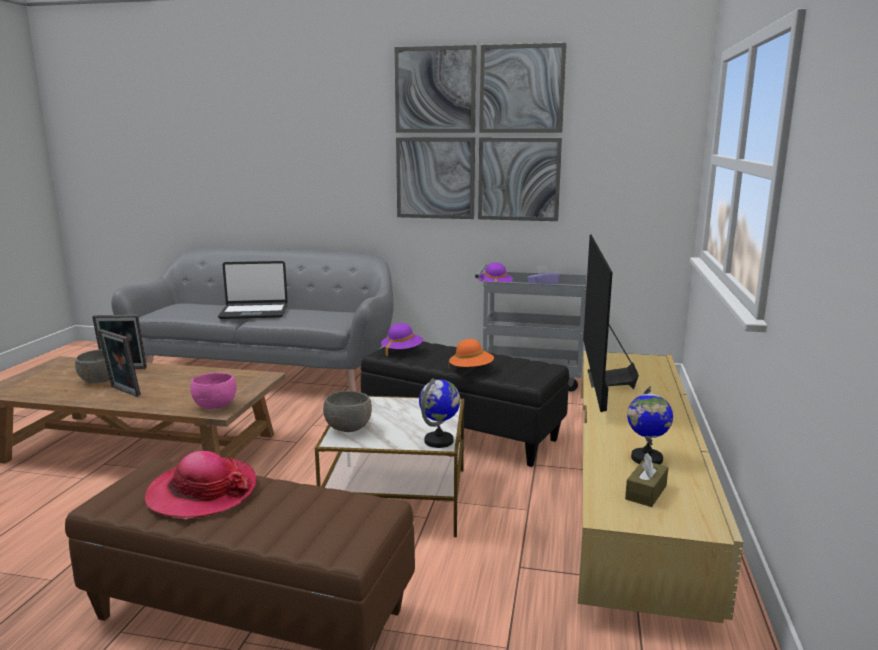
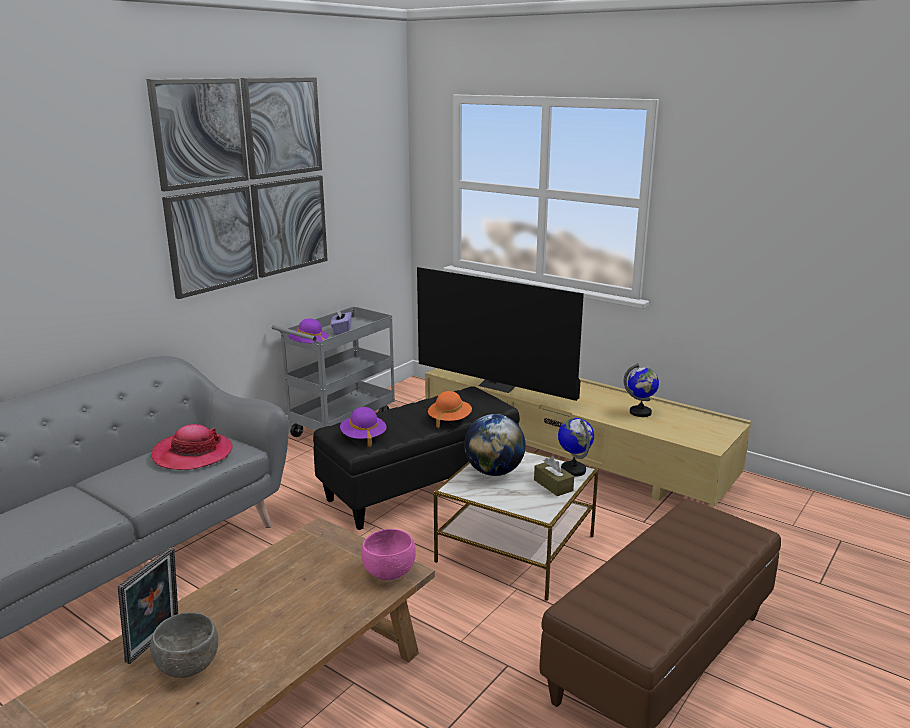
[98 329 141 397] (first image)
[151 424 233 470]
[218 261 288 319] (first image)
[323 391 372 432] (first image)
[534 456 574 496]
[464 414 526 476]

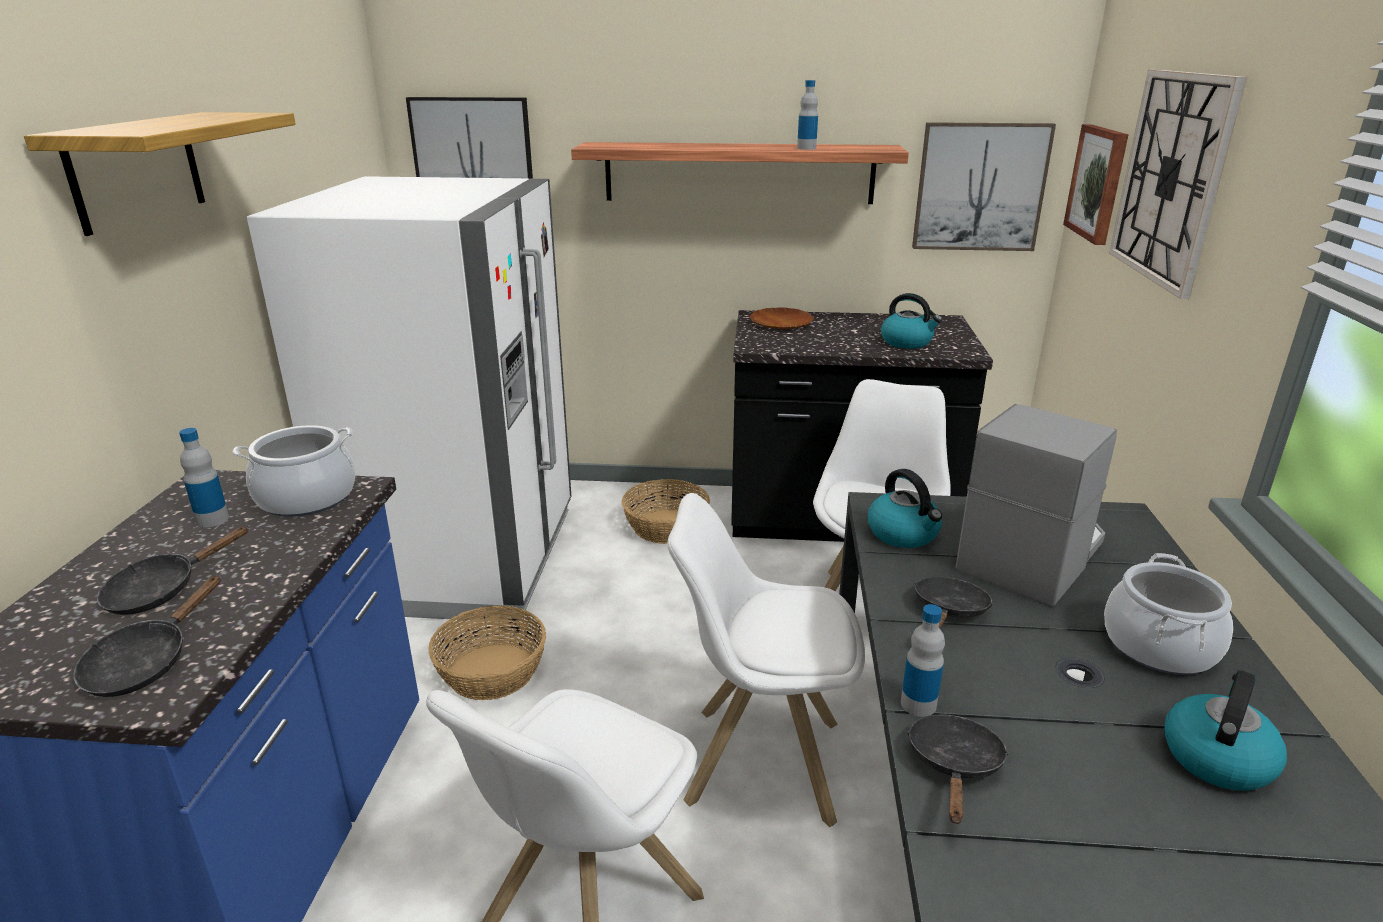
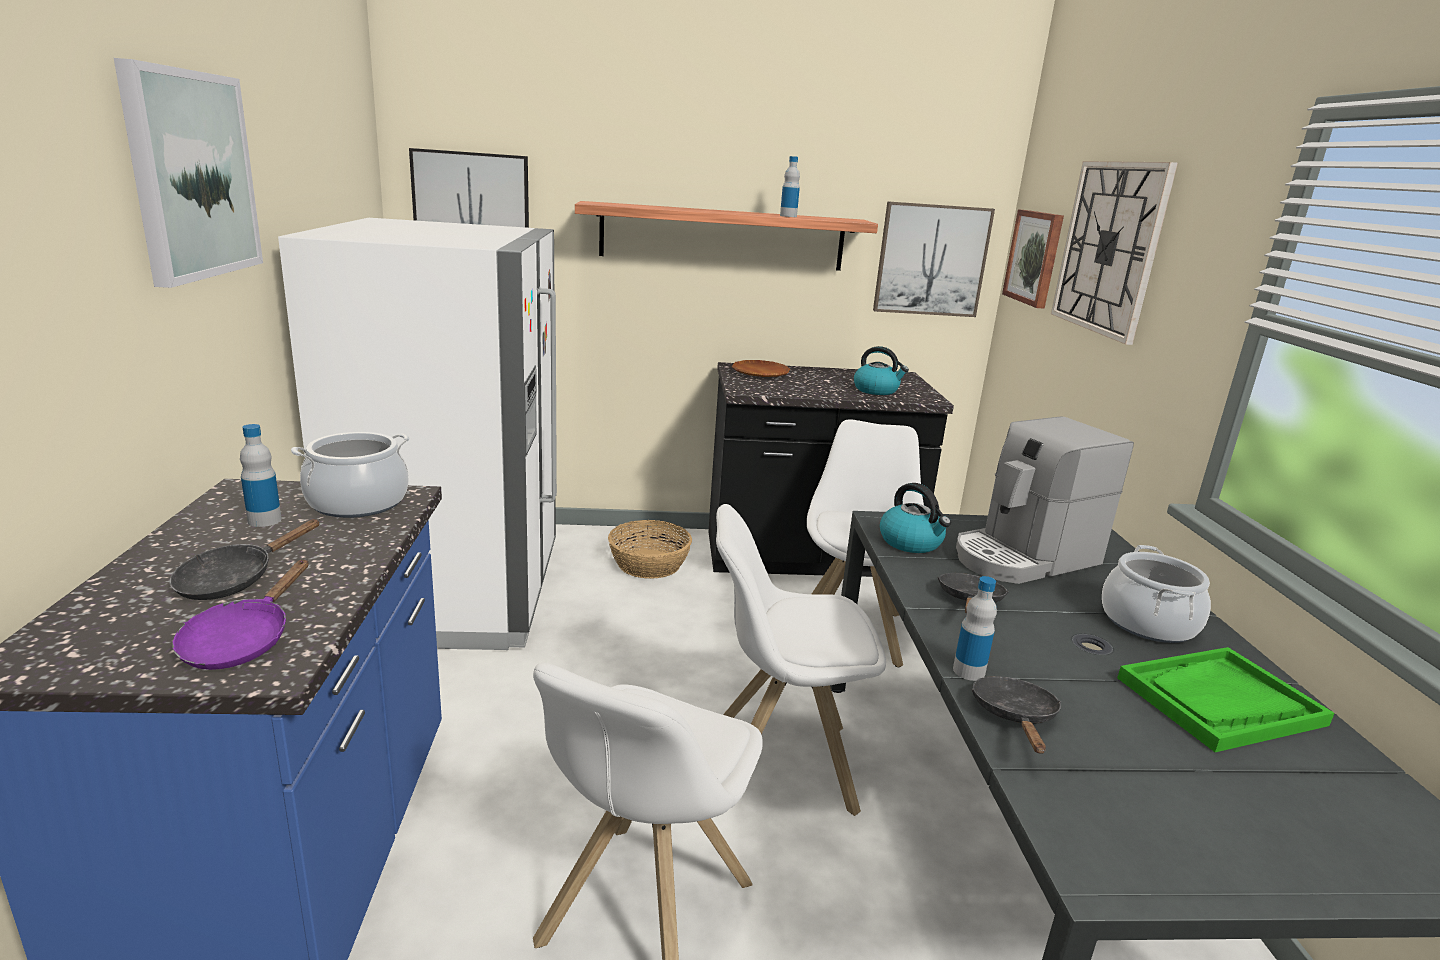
[114 58 263 288]
[173 559 309 670]
[429 606 546 700] (first image)
[956 416 1134 584]
[1117 647 1335 752]

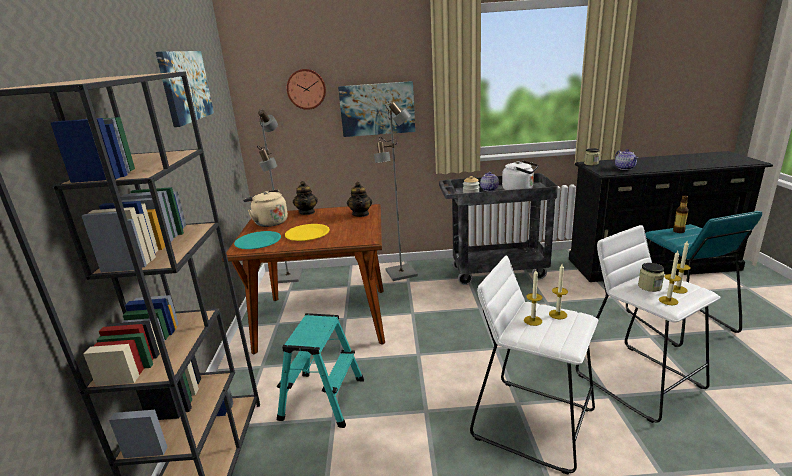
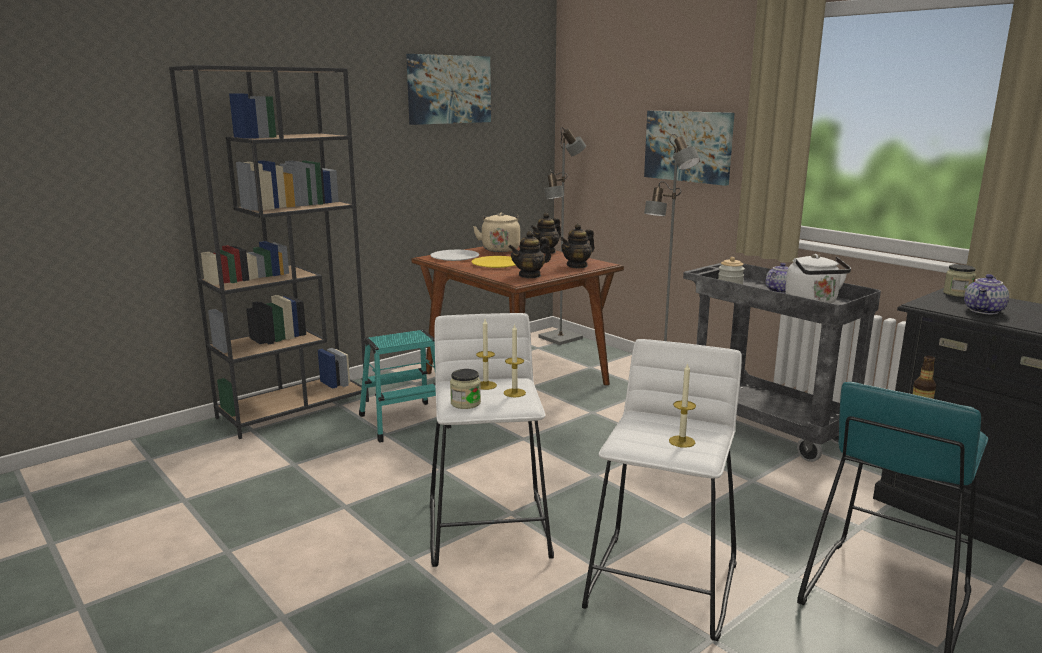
[431 250 479 261]
[287 69 326 110] (first image)
[450 369 481 409]
[659 251 682 305] (first image)
[509 231 551 278]

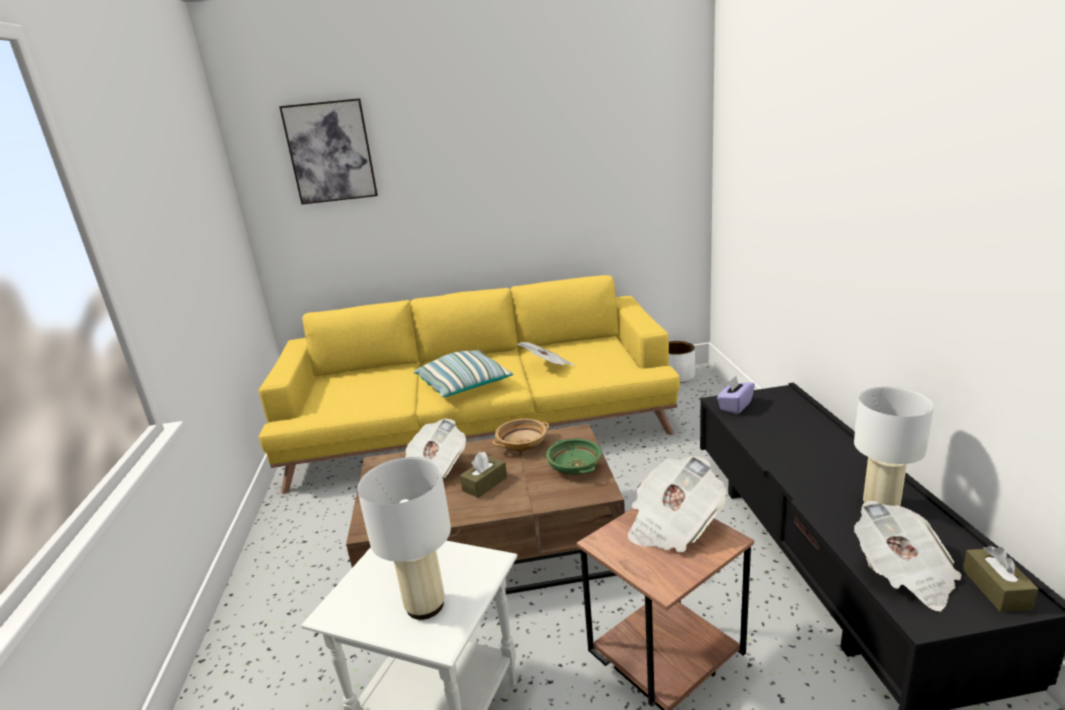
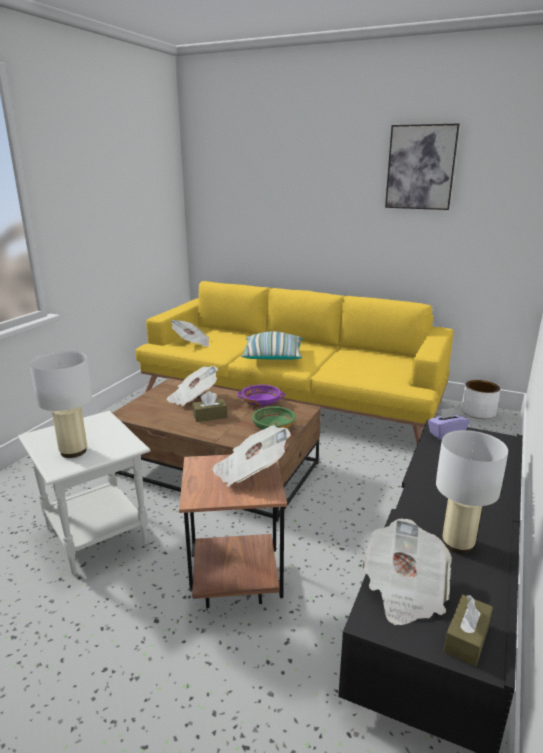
[385 124 460 210]
[237 384 285 408]
[171 320 210 347]

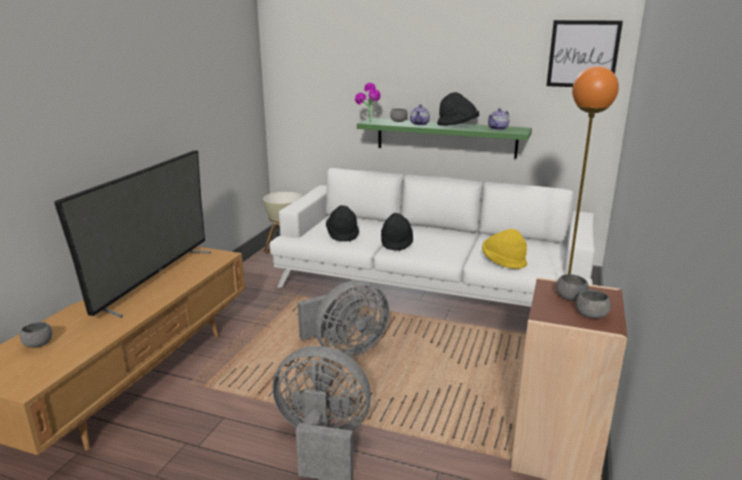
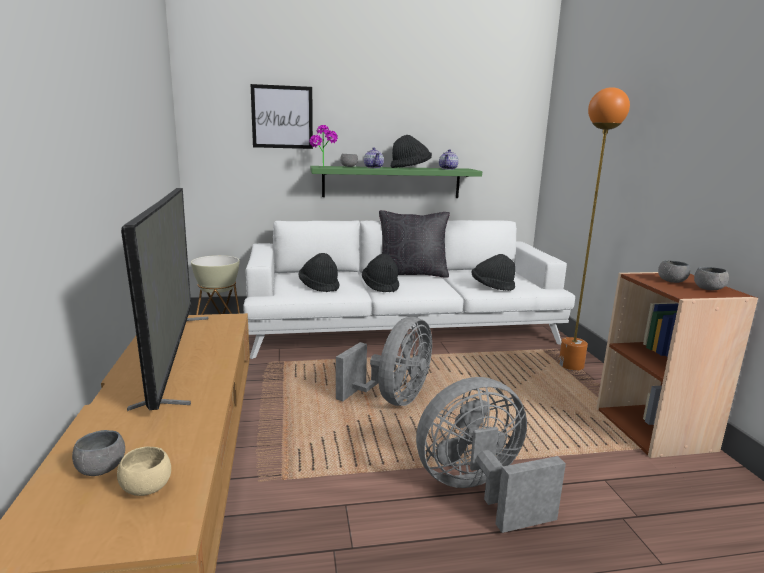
[472 254 515 291]
[250 84 313 149]
[117 447 171 496]
[379 210 450 278]

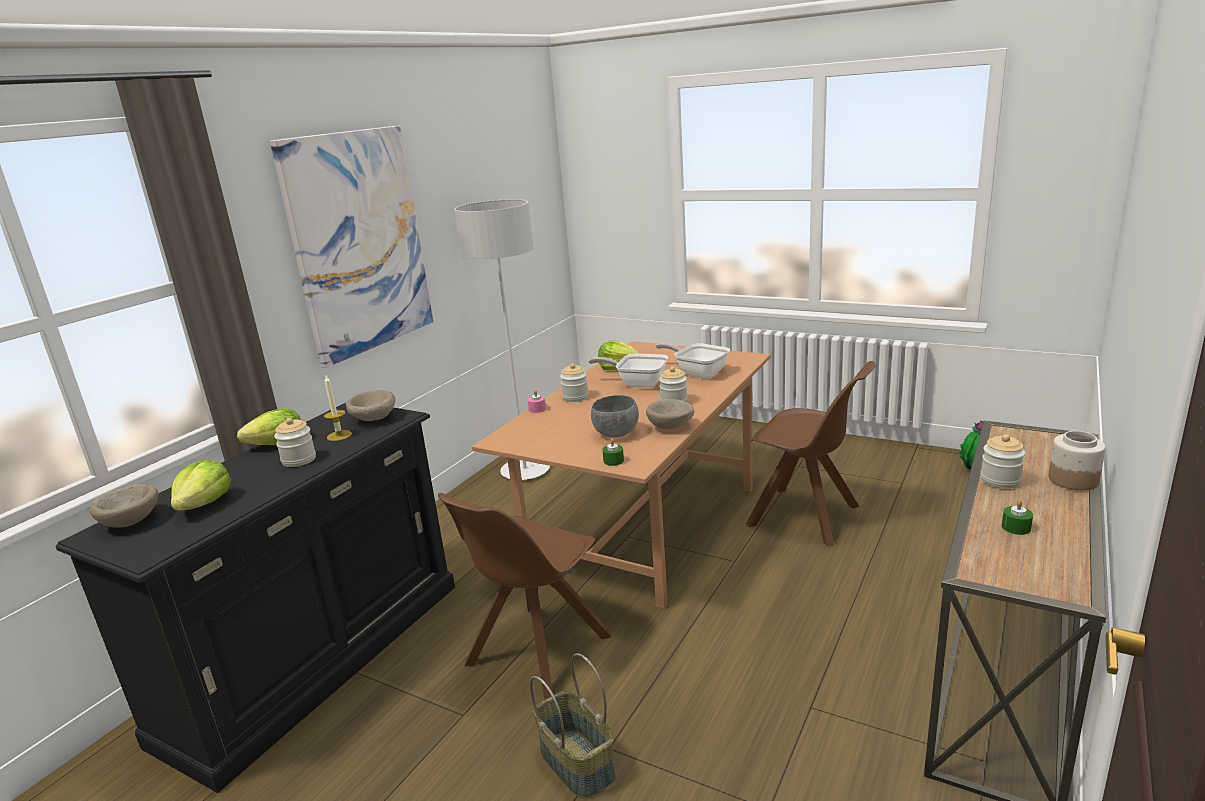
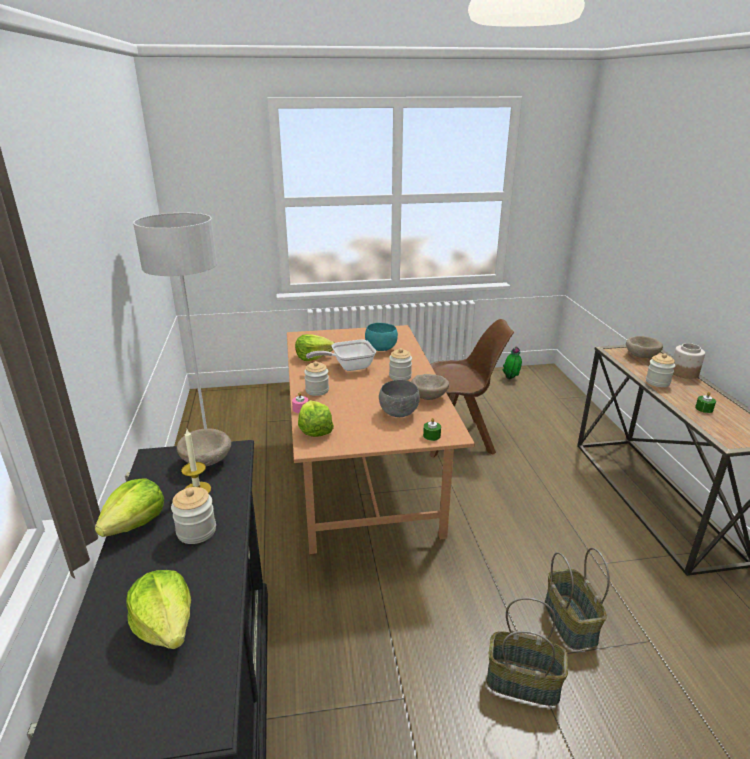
[626 336 663 358]
[270 125 433 368] (first image)
[438 493 611 700] (first image)
[365 323 398 351]
[298 400 334 437]
[545 548 610 650]

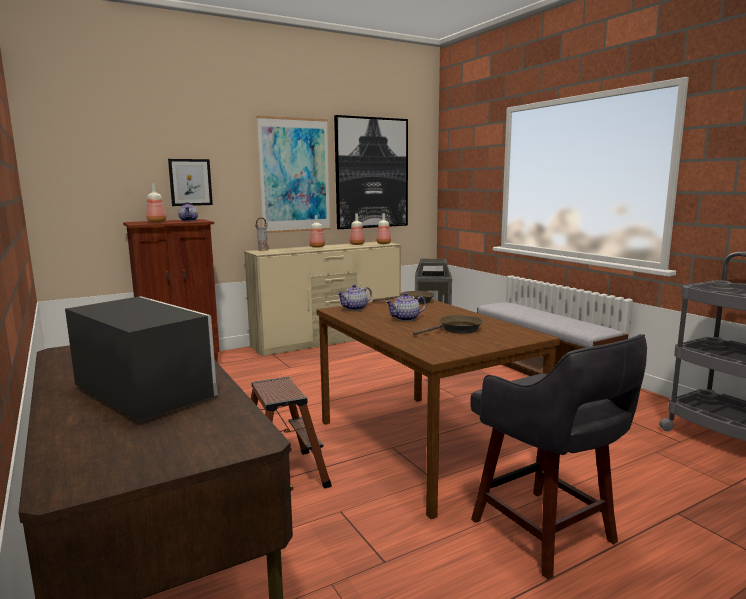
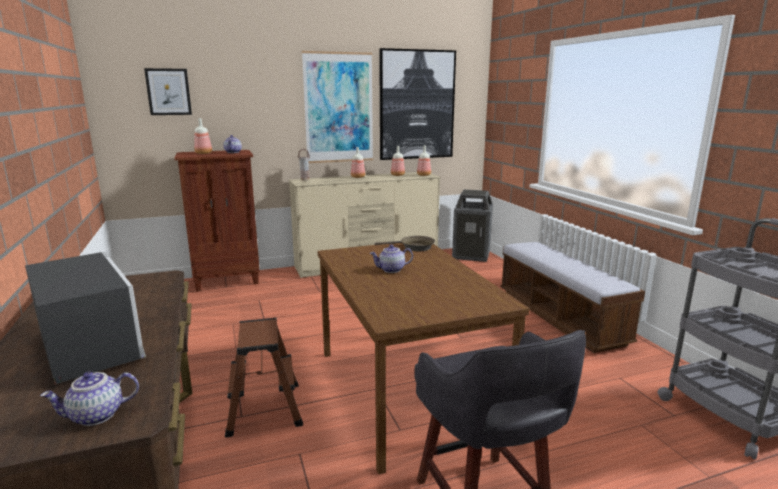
[144 68 192 115]
[40 372 139 426]
[413 315 483 335] (first image)

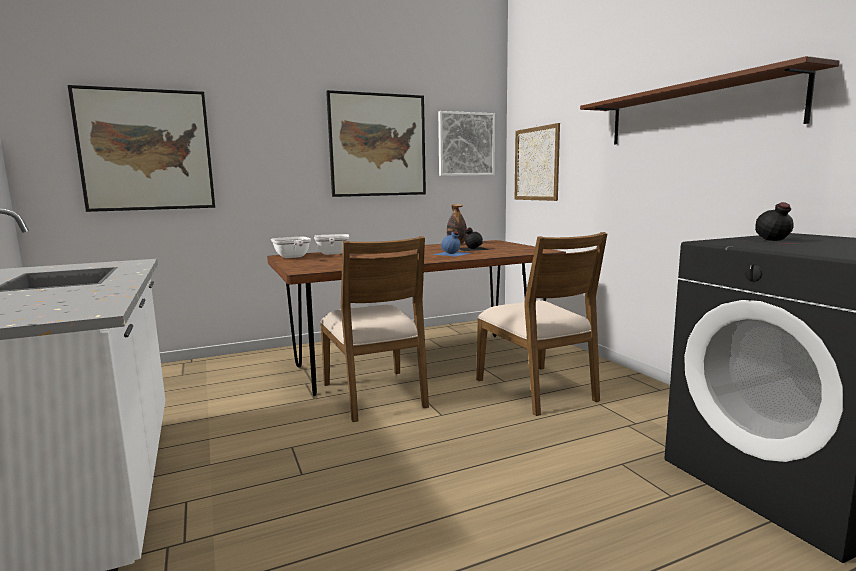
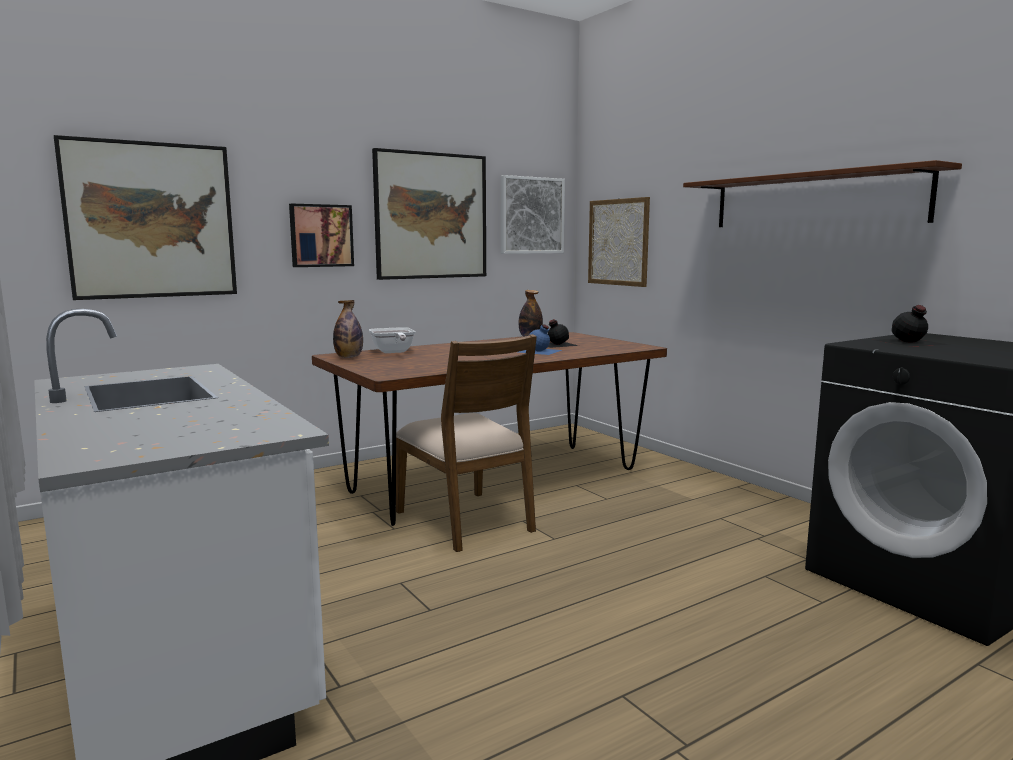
[333 300 363 358]
[476 232 607 416] (first image)
[289 204 354 267]

